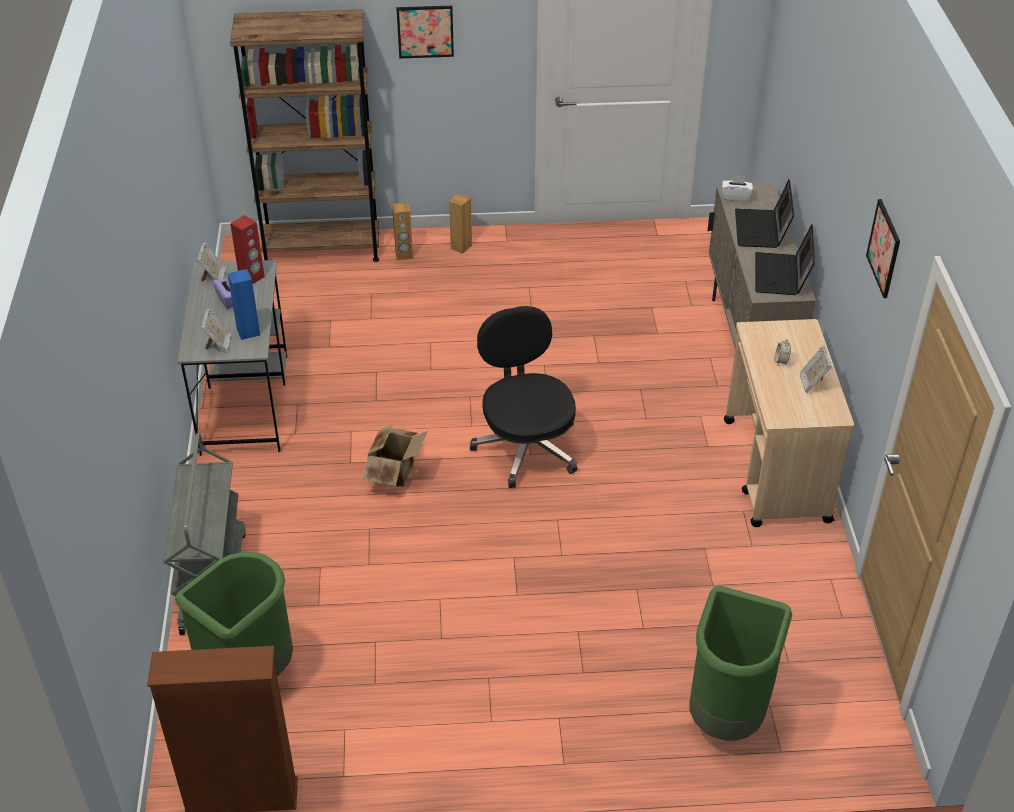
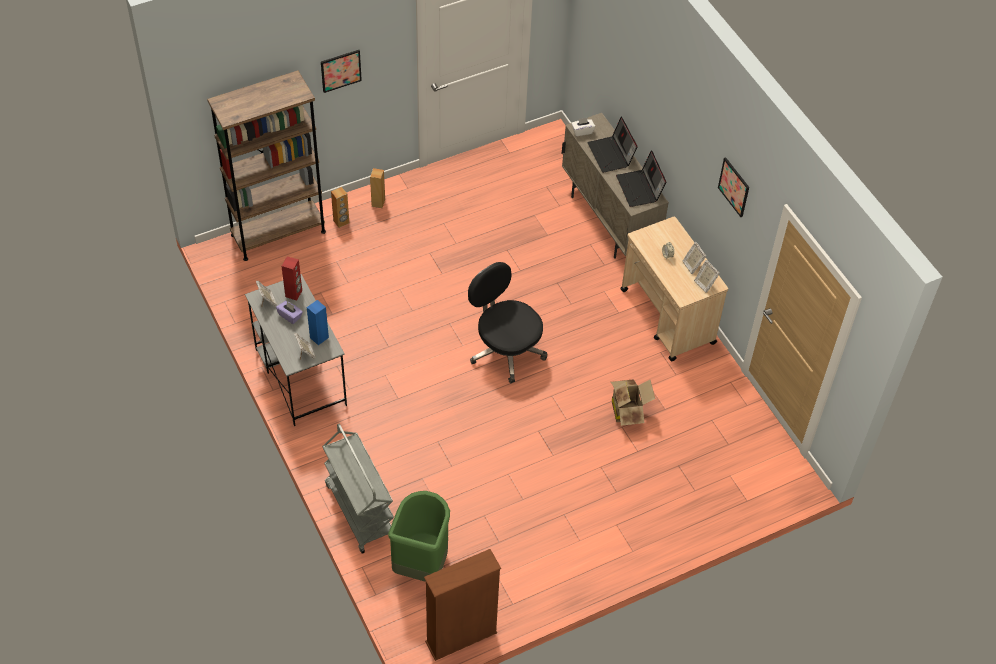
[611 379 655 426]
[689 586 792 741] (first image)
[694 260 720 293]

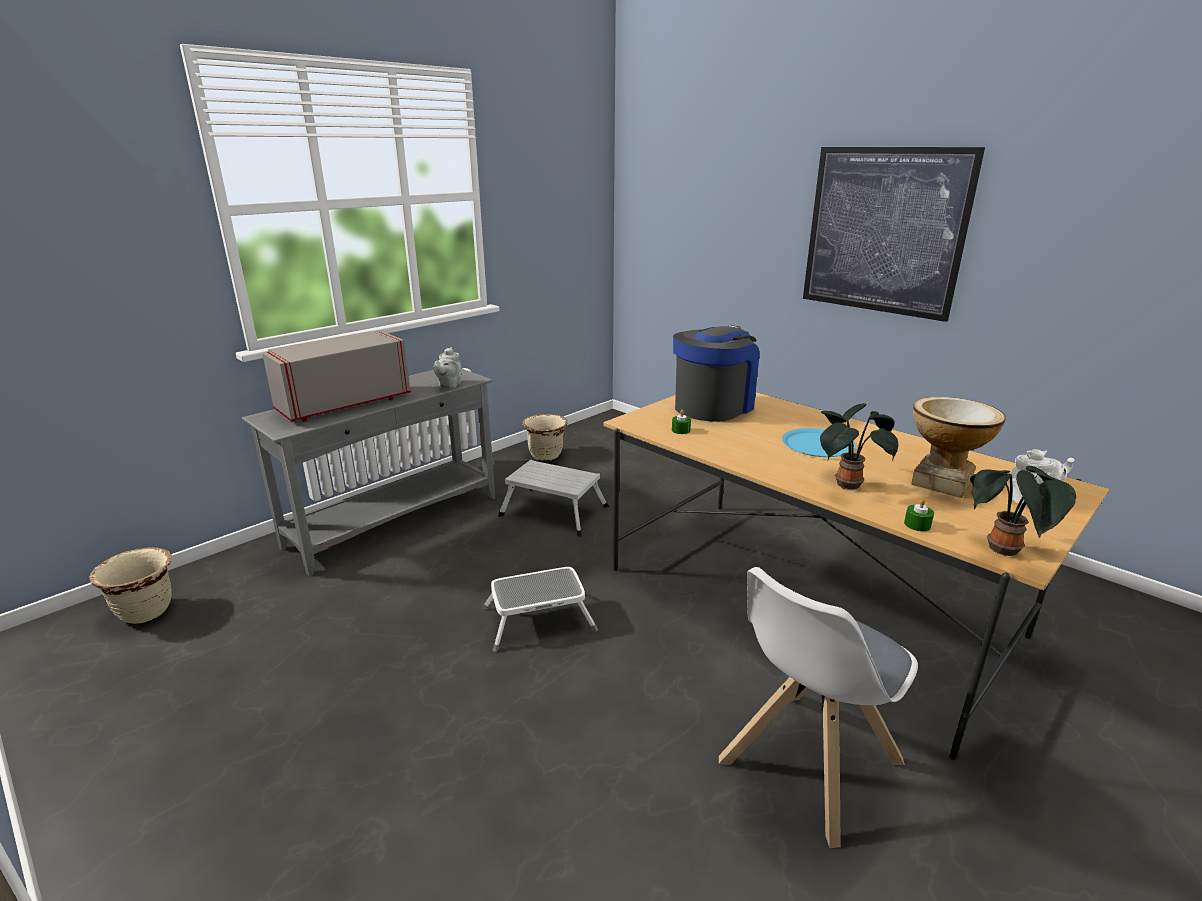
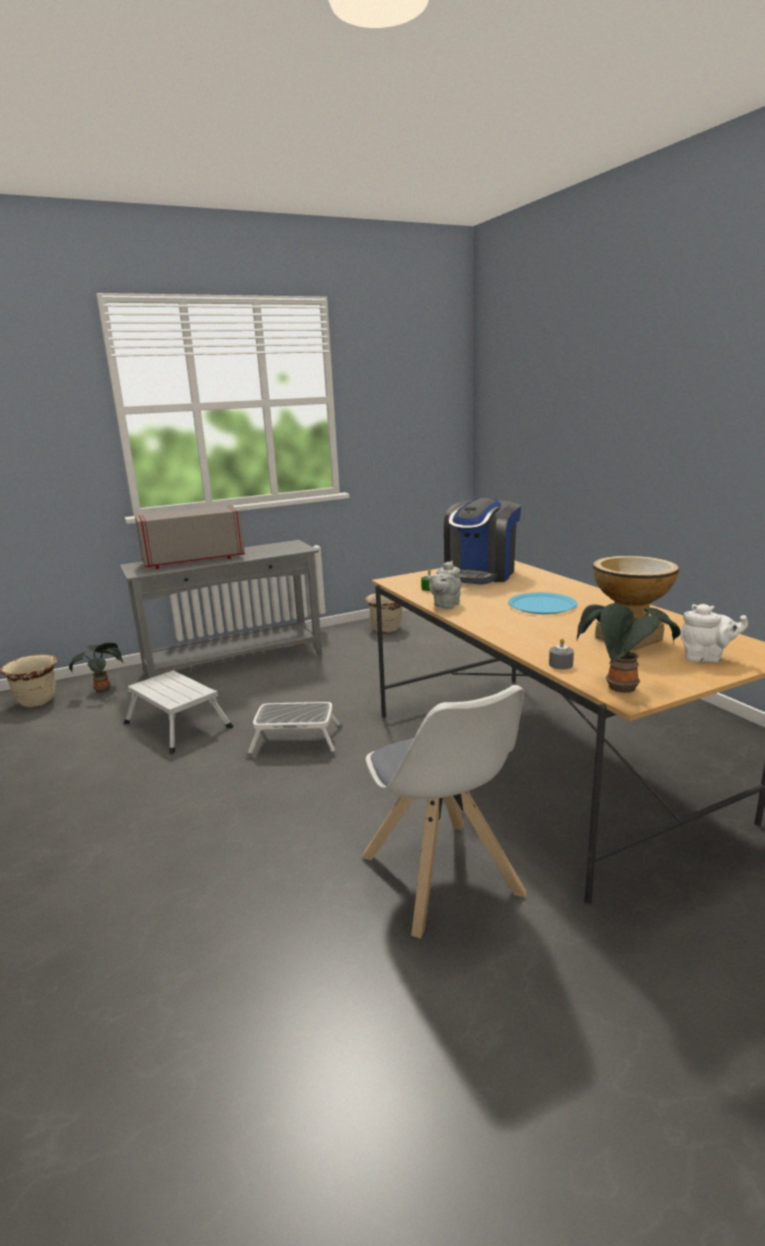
[429 561 461 609]
[124 670 233 754]
[444 498 521 585]
[362 685 526 939]
[803 147 985 322] (first image)
[69 642 123 693]
[549 638 574 669]

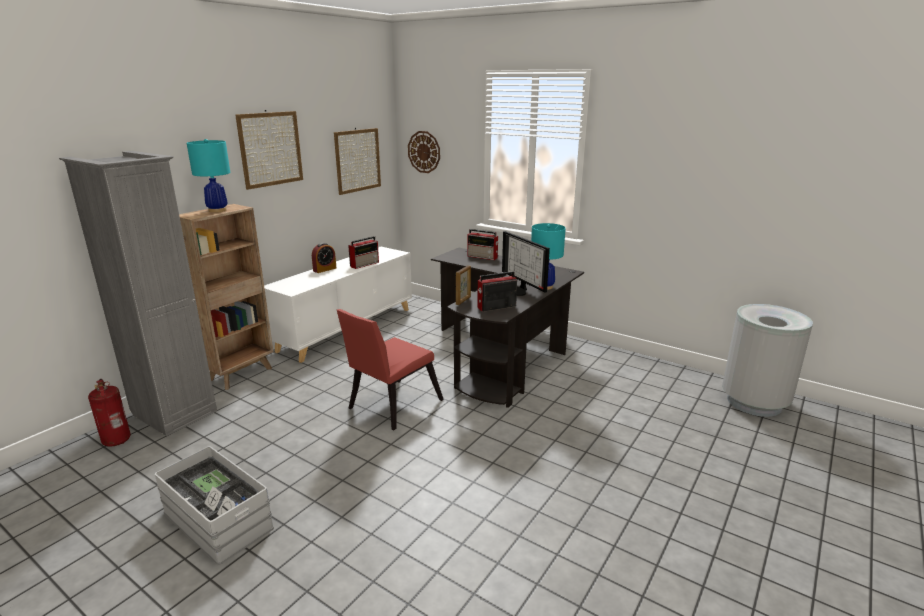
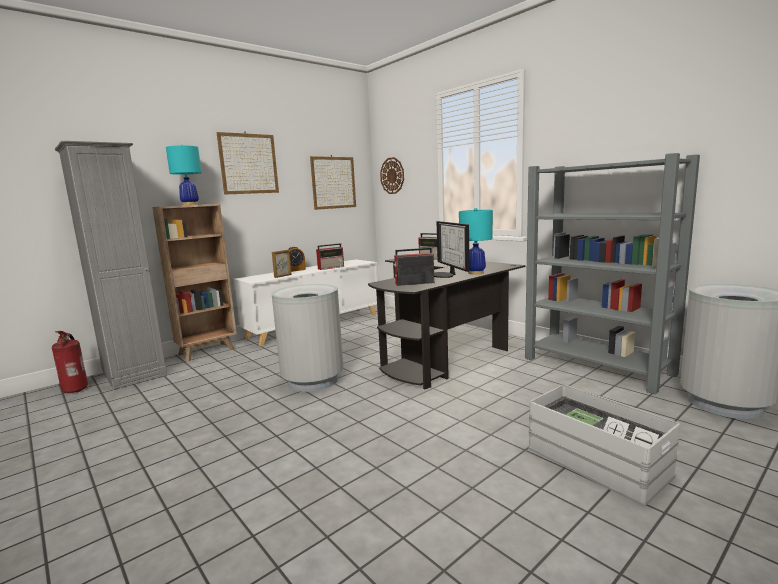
[528 385 680 506]
[272 284 344 392]
[272 250 292 278]
[525 153 700 394]

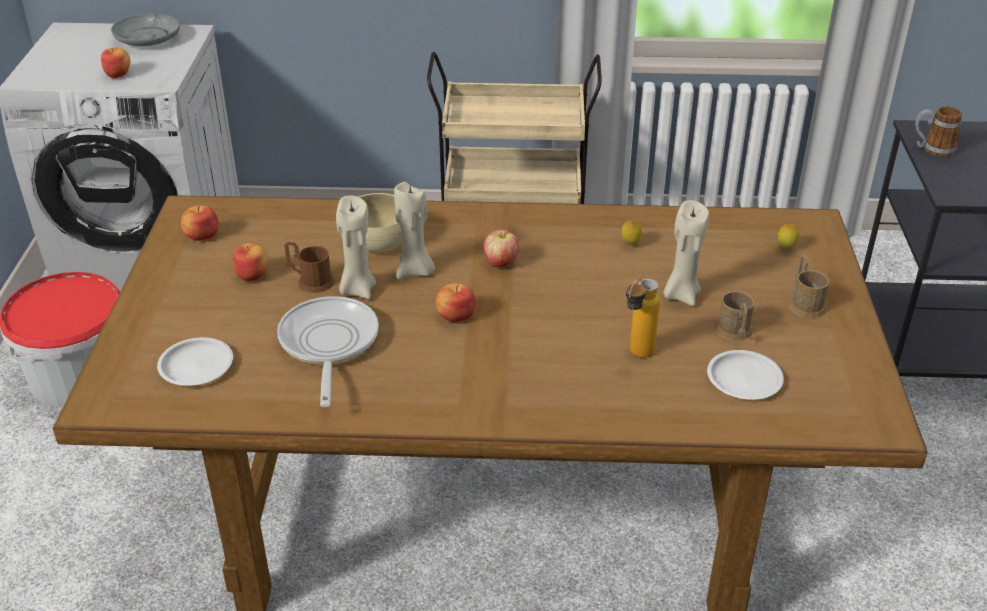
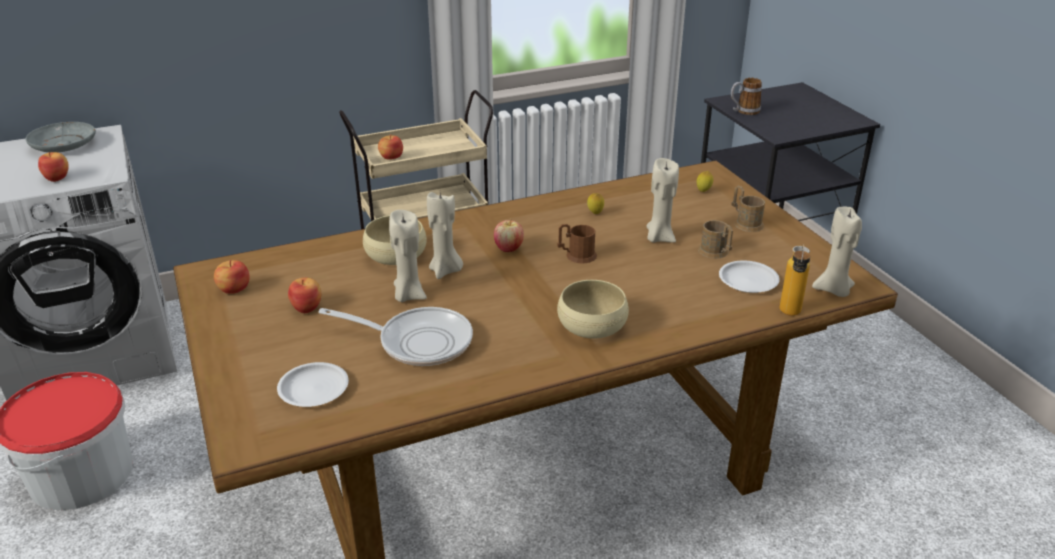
[319 307 473 366]
[557 224 597 264]
[378 135 403 160]
[780 245 811 316]
[557 280 629 338]
[812 207 862 297]

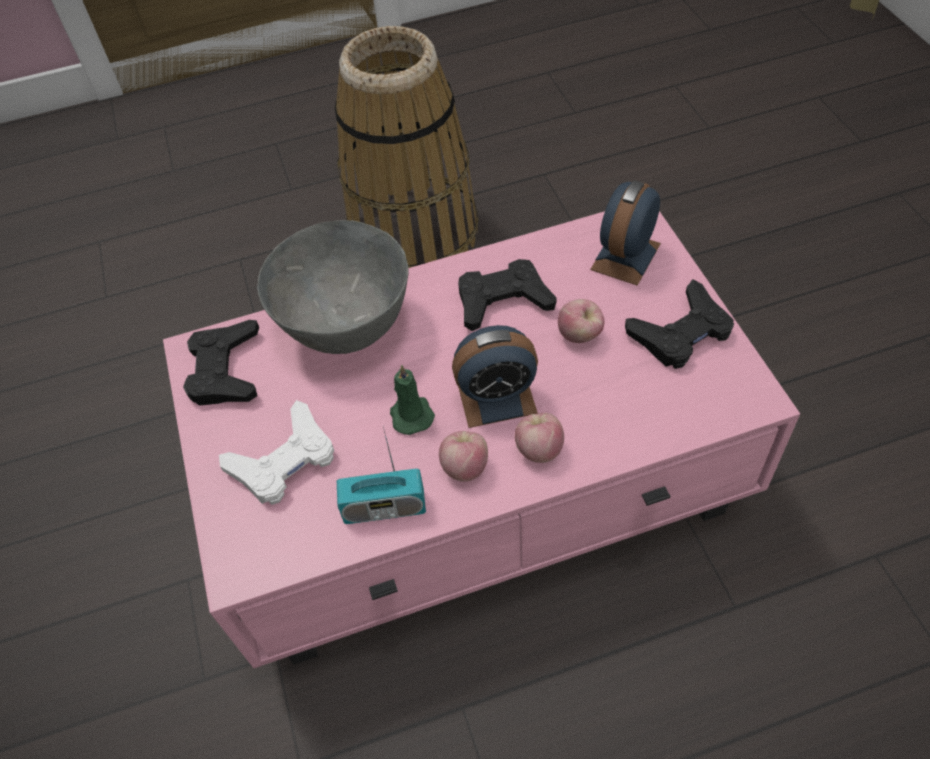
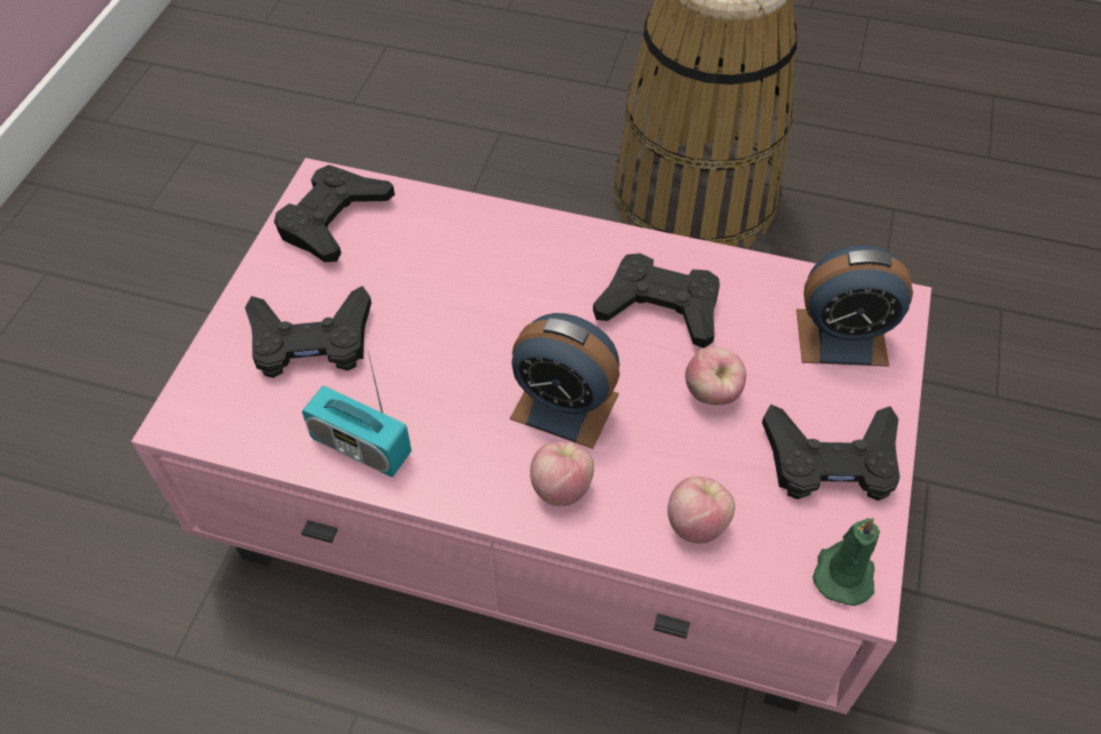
[245 286 372 378]
[257 220 409 354] (first image)
[813 518 880 606]
[668 476 735 544]
[796 245 913 367]

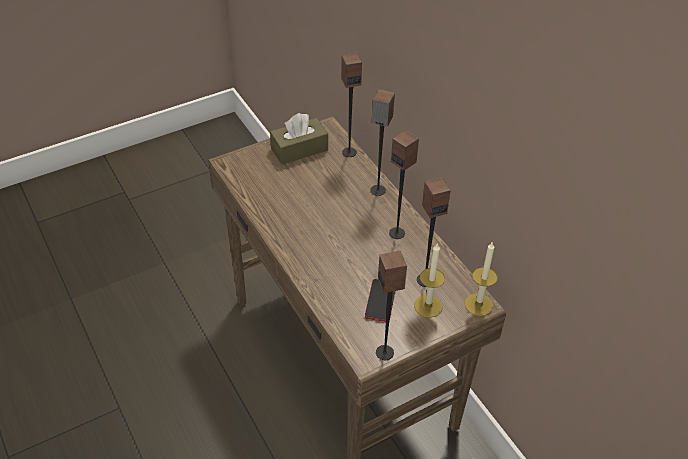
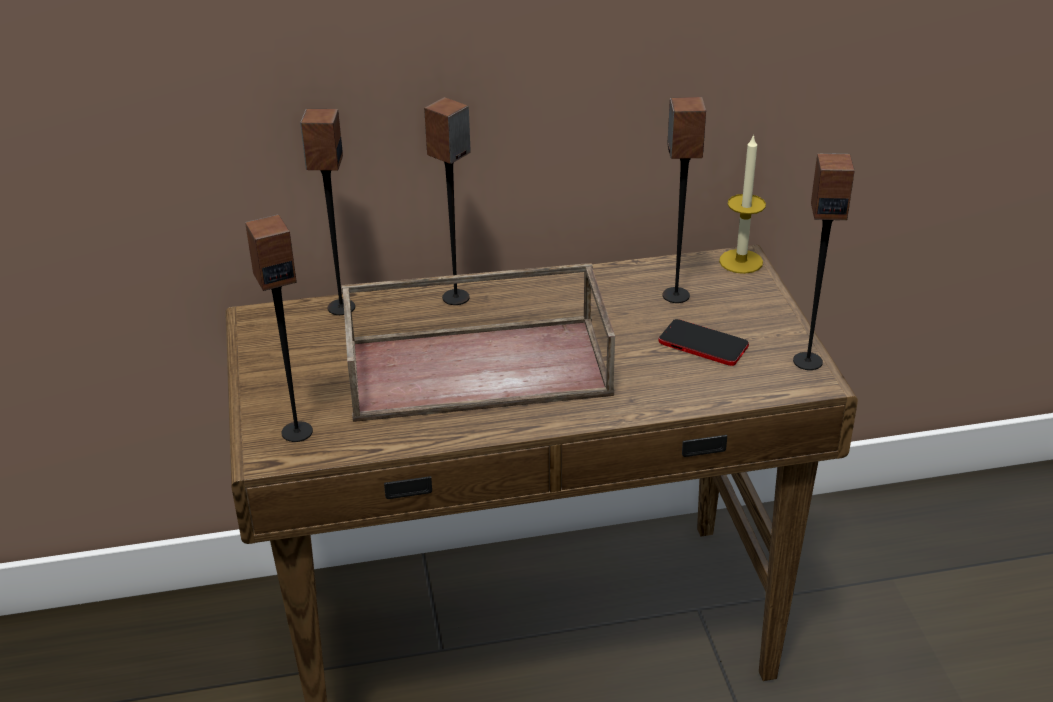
[270 113 328 165] (first image)
[245 214 313 442]
[414 244 445 318] (first image)
[341 263 615 422]

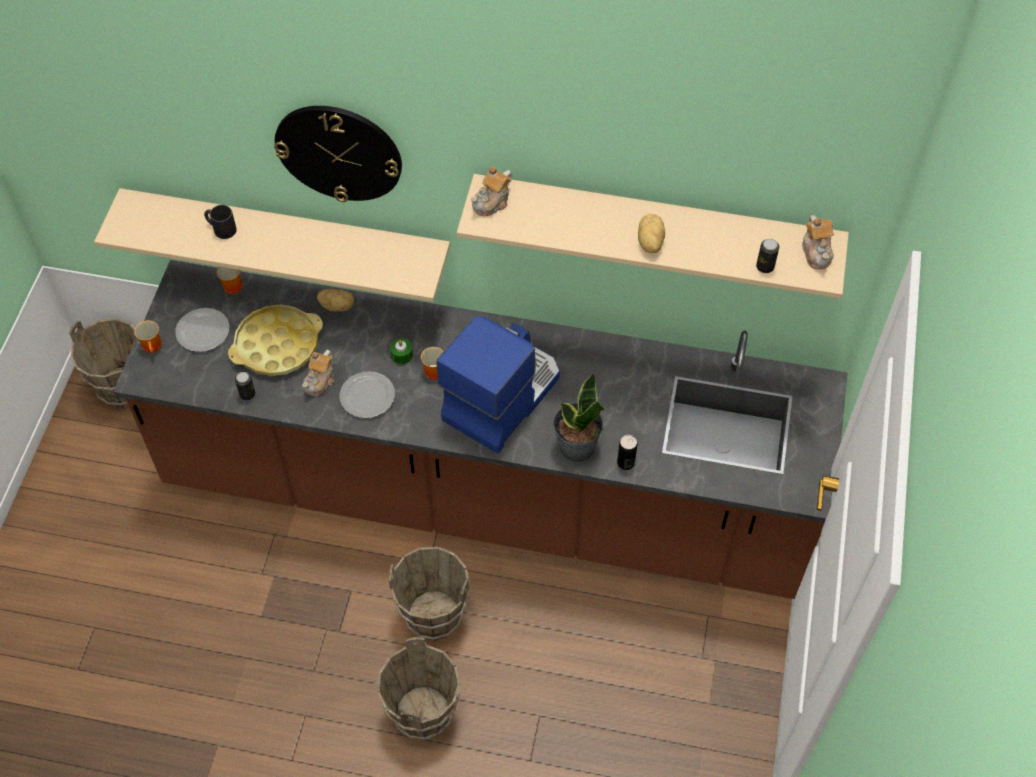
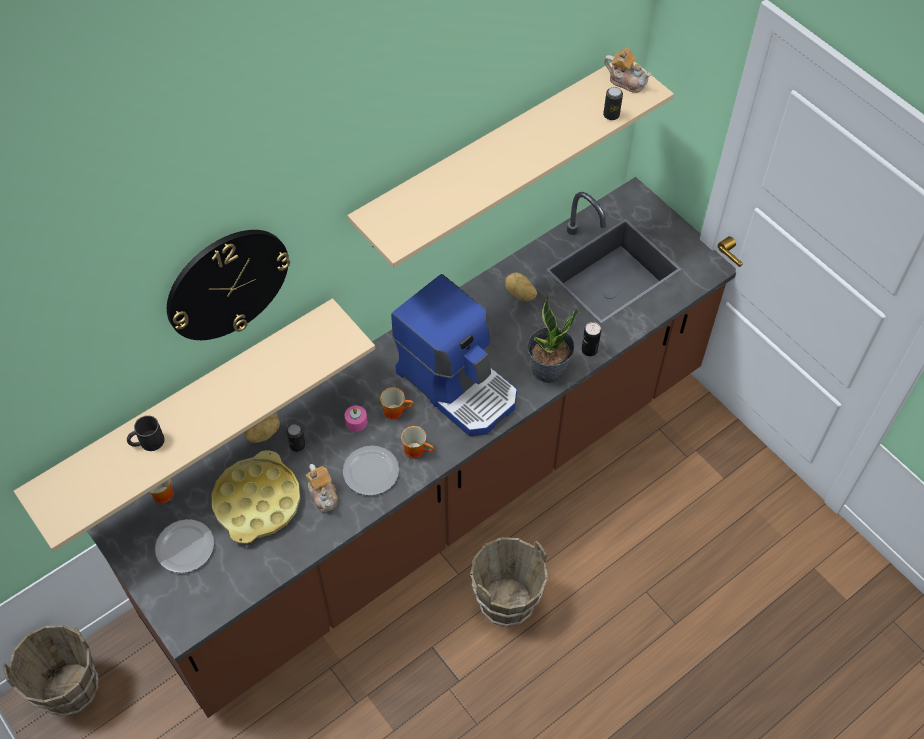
[401 426 434 459]
[286 424 306 452]
[377 637 460 740] (first image)
[345 405 367 432]
[391 274 517 437]
[470 166 512 217] (first image)
[505 272 537 301]

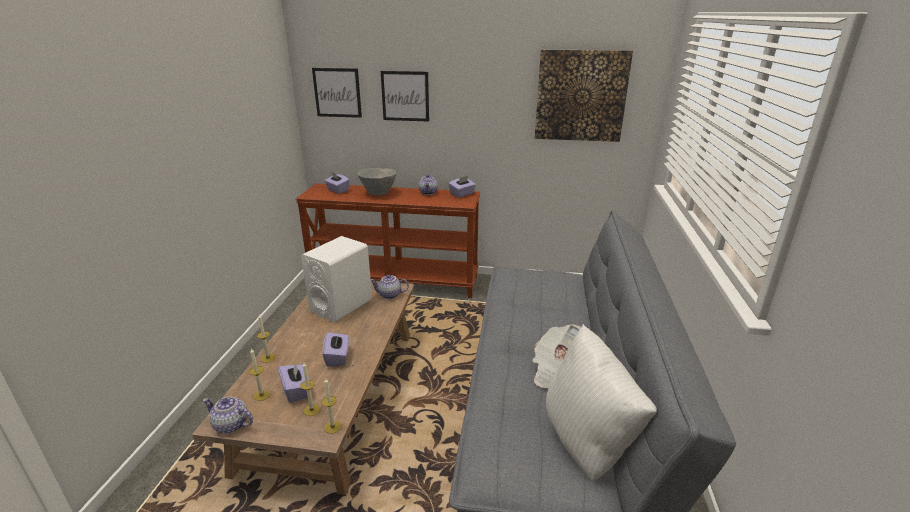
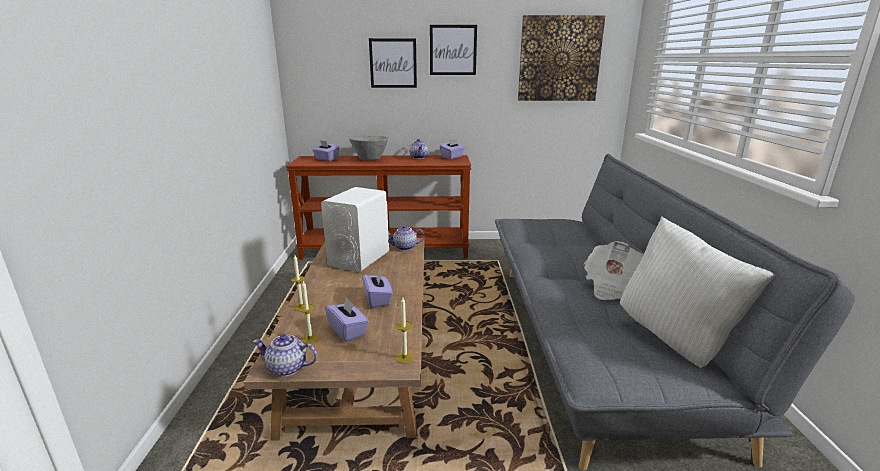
[300 363 320 416] (first image)
[430 25 477 75]

